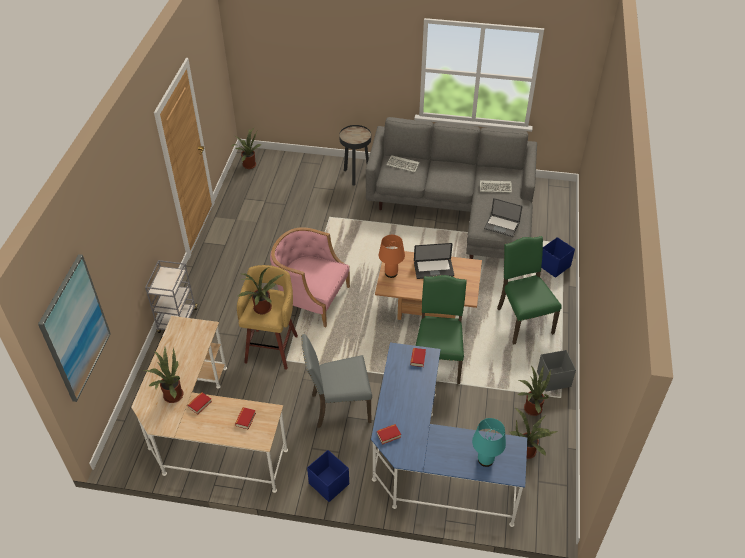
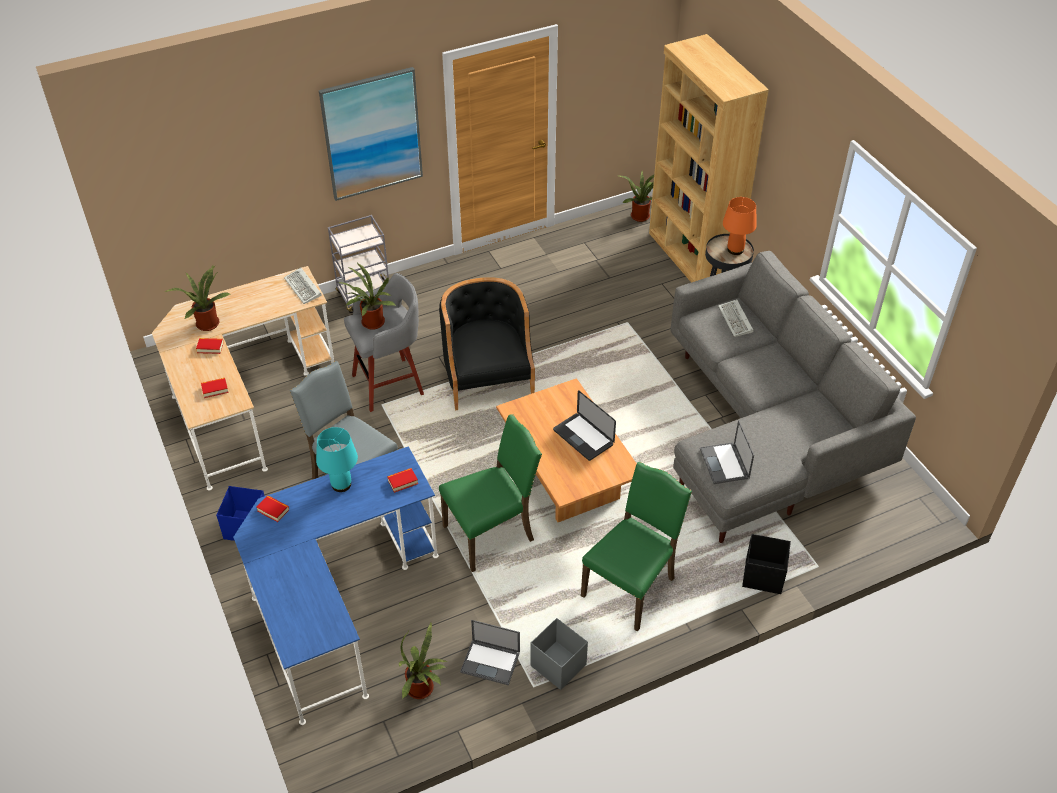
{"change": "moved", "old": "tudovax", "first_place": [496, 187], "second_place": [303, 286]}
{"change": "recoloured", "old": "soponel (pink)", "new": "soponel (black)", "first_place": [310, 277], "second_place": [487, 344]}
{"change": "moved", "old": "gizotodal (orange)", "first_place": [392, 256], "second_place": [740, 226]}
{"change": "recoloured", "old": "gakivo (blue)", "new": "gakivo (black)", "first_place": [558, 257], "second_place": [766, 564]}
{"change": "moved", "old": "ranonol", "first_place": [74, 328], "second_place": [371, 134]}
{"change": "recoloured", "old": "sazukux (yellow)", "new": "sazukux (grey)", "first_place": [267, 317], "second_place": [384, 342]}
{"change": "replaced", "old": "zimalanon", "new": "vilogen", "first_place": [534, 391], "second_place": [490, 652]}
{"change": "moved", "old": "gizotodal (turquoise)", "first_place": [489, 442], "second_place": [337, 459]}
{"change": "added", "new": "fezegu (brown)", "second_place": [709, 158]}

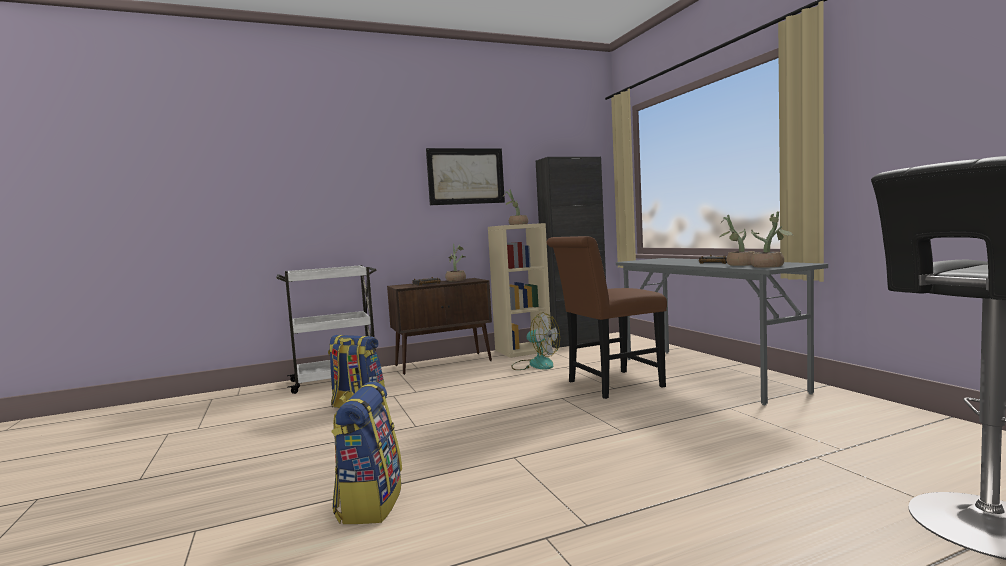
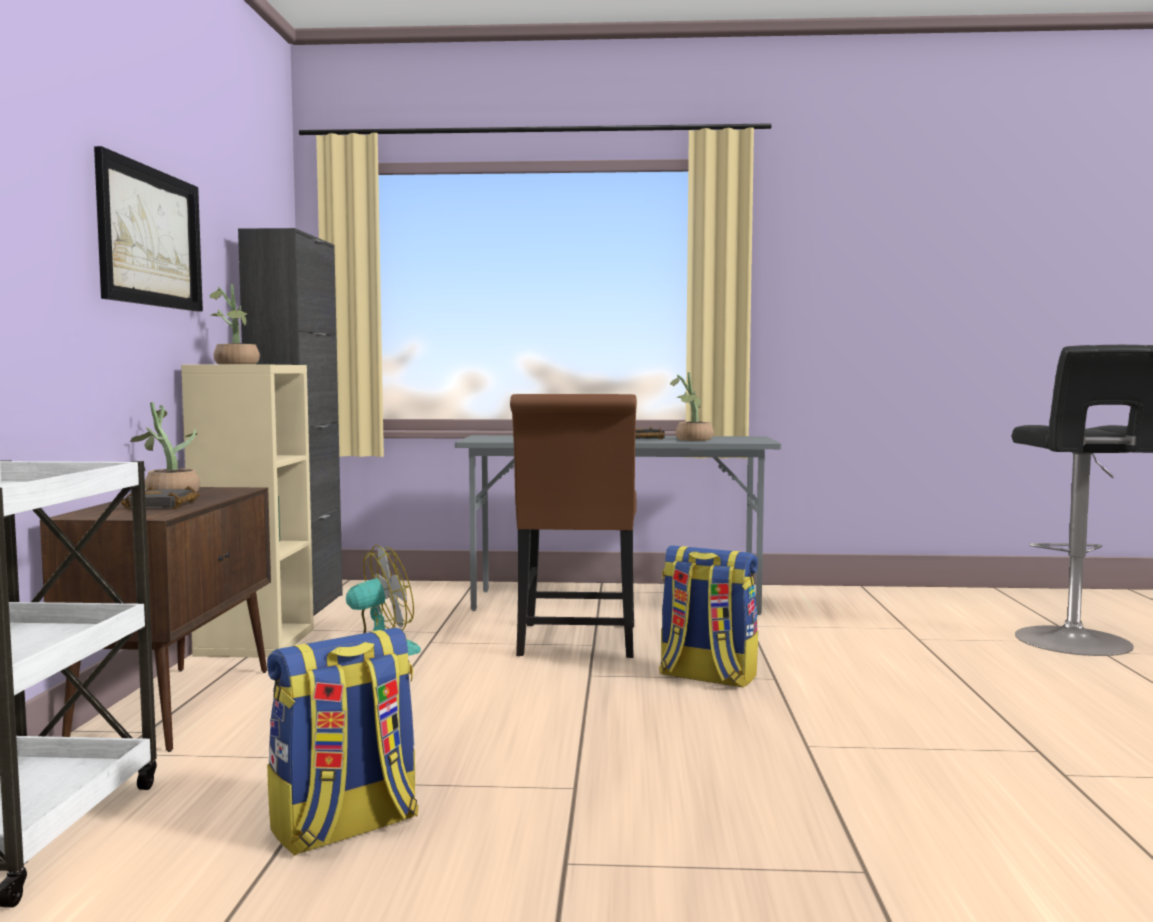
{"change": "removed", "old": "zimalanon", "first_place": [771, 239]}
{"change": "moved", "old": "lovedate", "first_place": [366, 453], "second_place": [708, 617]}

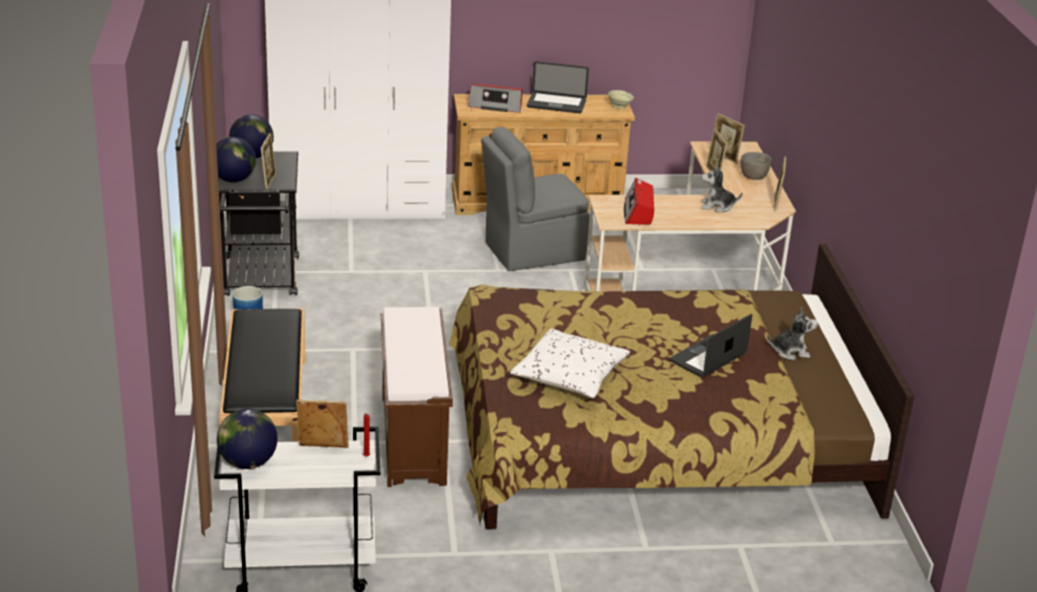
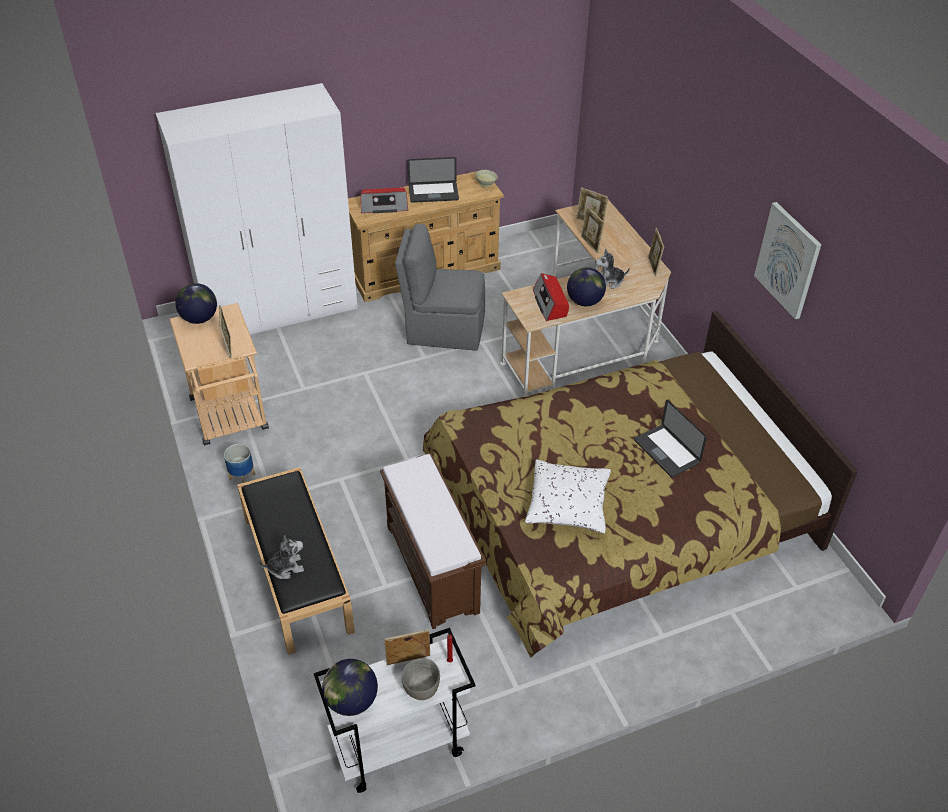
{"change": "turned", "old": "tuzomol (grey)", "first_place": [535, 198], "second_place": [440, 287], "degrees": 45}
{"change": "moved", "old": "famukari", "first_place": [236, 159], "second_place": [586, 286]}
{"change": "recoloured", "old": "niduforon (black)", "new": "niduforon (beige)", "first_place": [258, 224], "second_place": [219, 374]}
{"change": "moved", "old": "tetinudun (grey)", "first_place": [756, 166], "second_place": [420, 679]}
{"change": "moved", "old": "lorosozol", "first_place": [792, 333], "second_place": [281, 557]}
{"change": "turned", "old": "vilogen", "first_place": [711, 346], "second_place": [670, 438], "degrees": -60}
{"change": "added", "new": "ranonol", "second_place": [788, 260]}

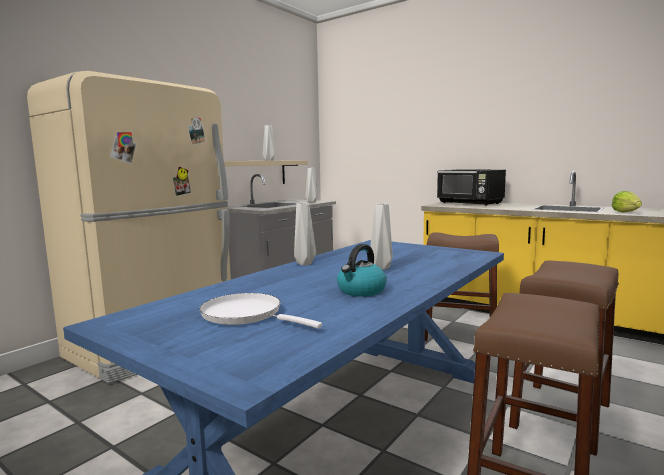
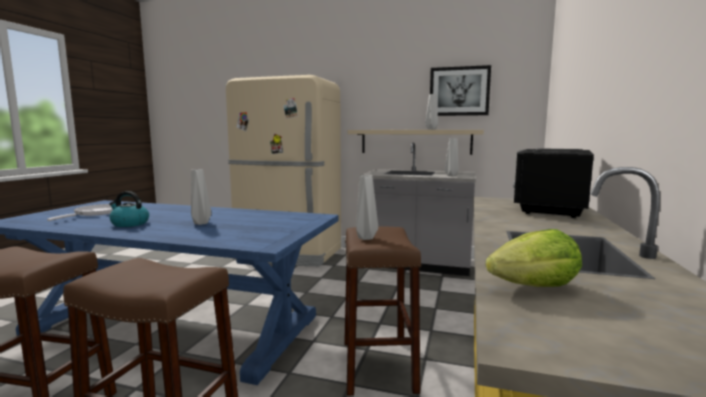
{"change": "moved", "old": "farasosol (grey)", "first_place": [305, 234], "second_place": [367, 207]}
{"change": "added", "new": "ranonol", "second_place": [460, 90]}

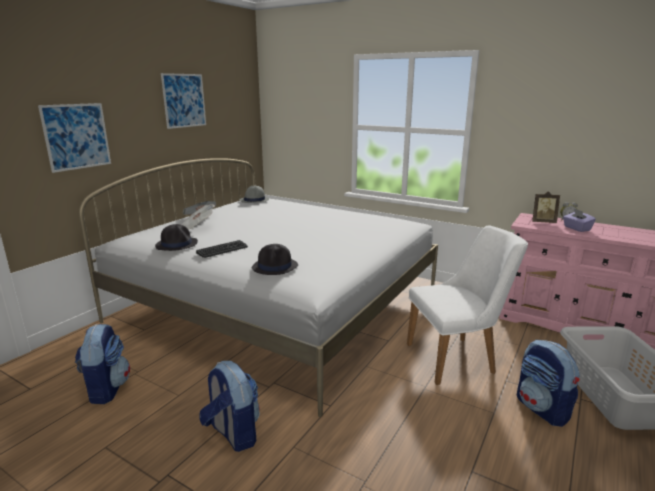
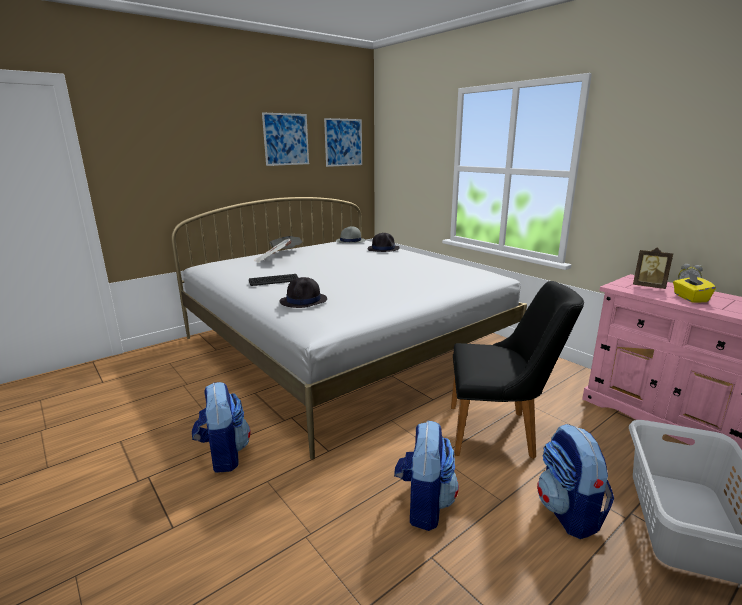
{"change": "moved", "old": "ranonol", "first_place": [74, 138], "second_place": [343, 142]}
{"change": "recoloured", "old": "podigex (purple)", "new": "podigex (yellow)", "first_place": [579, 220], "second_place": [694, 286]}
{"change": "moved", "old": "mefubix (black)", "first_place": [176, 237], "second_place": [384, 242]}
{"change": "recoloured", "old": "tuzomol (white)", "new": "tuzomol (black)", "first_place": [467, 305], "second_place": [517, 370]}
{"change": "moved", "old": "lovedate", "first_place": [102, 364], "second_place": [426, 476]}

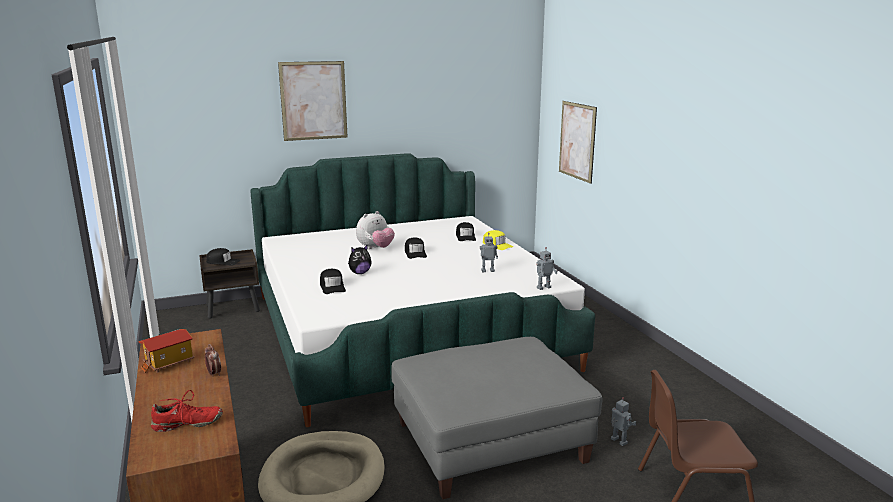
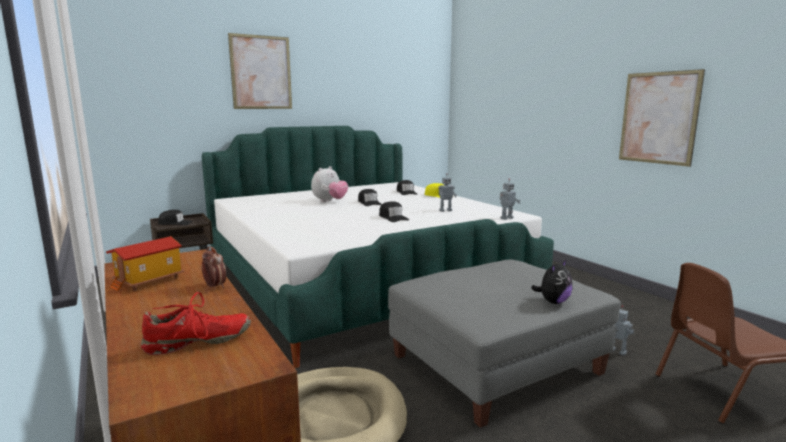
{"change": "moved", "old": "ranonol", "first_place": [578, 142], "second_place": [662, 118]}
{"change": "moved", "old": "lorosozol", "first_place": [360, 259], "second_place": [551, 282]}
{"change": "moved", "old": "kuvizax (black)", "first_place": [333, 281], "second_place": [394, 211]}

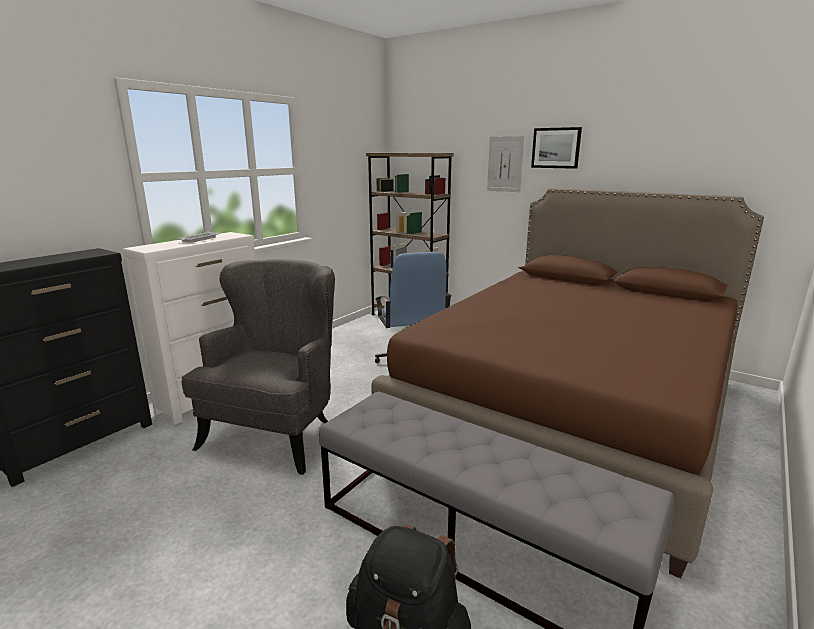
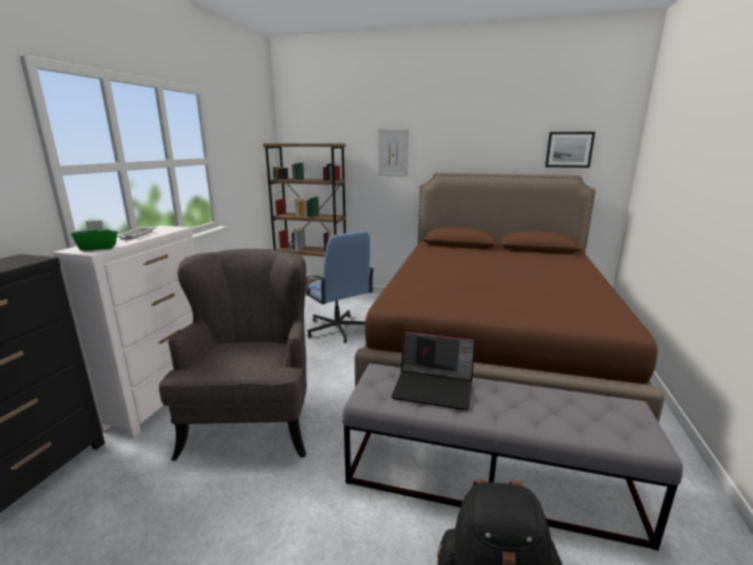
{"change": "moved", "old": "ranonol", "first_place": [556, 148], "second_place": [570, 150]}
{"change": "added", "new": "podigex (green)", "second_place": [94, 235]}
{"change": "added", "new": "vilogen", "second_place": [433, 370]}

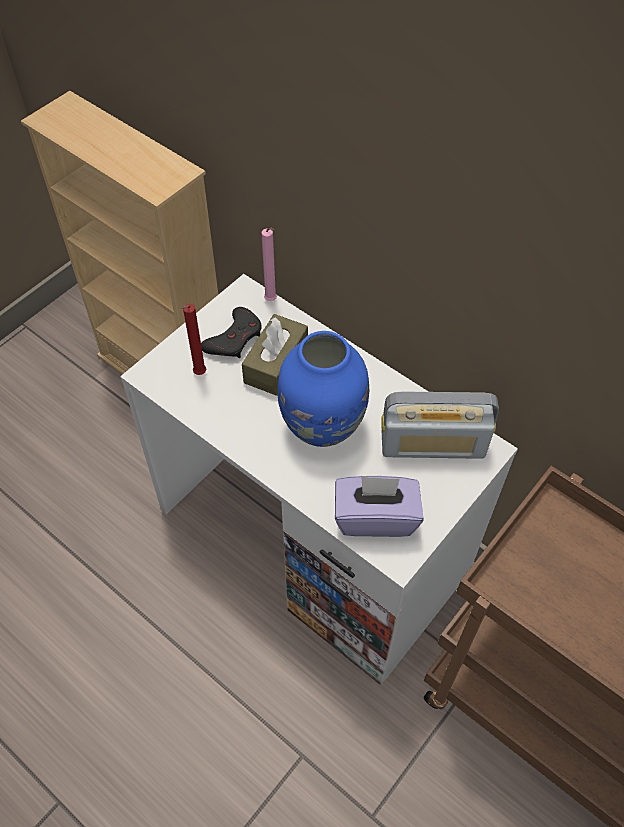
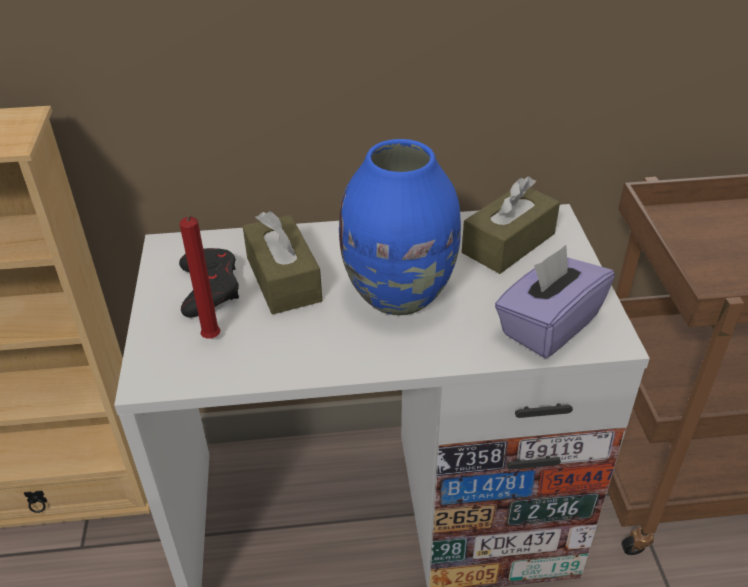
{"change": "removed", "old": "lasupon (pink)", "first_place": [269, 264]}
{"change": "replaced", "old": "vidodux", "new": "podigex (brown)", "first_place": [440, 425], "second_place": [511, 225]}

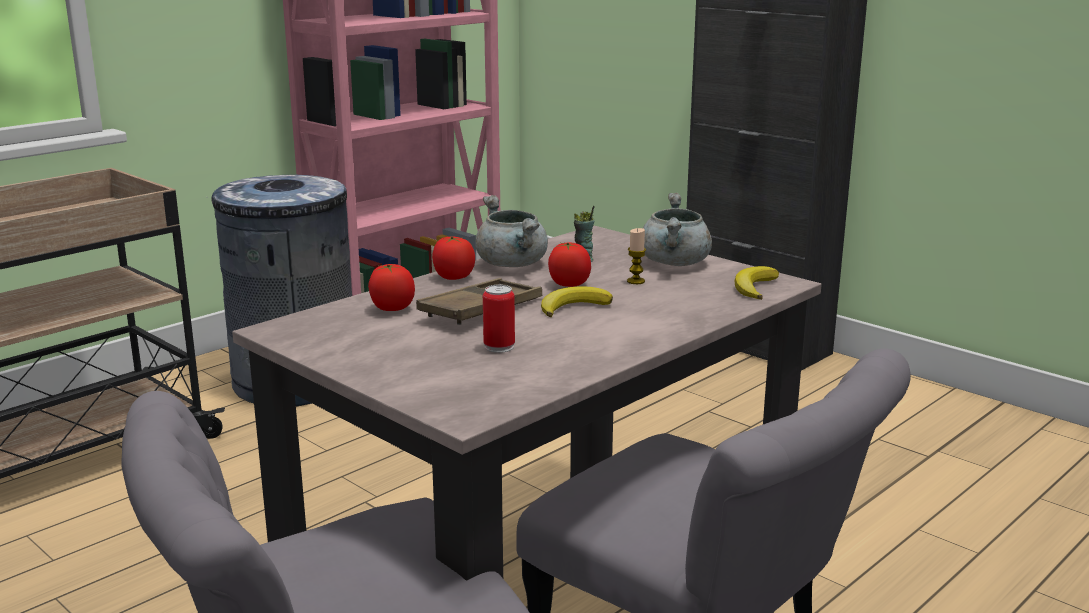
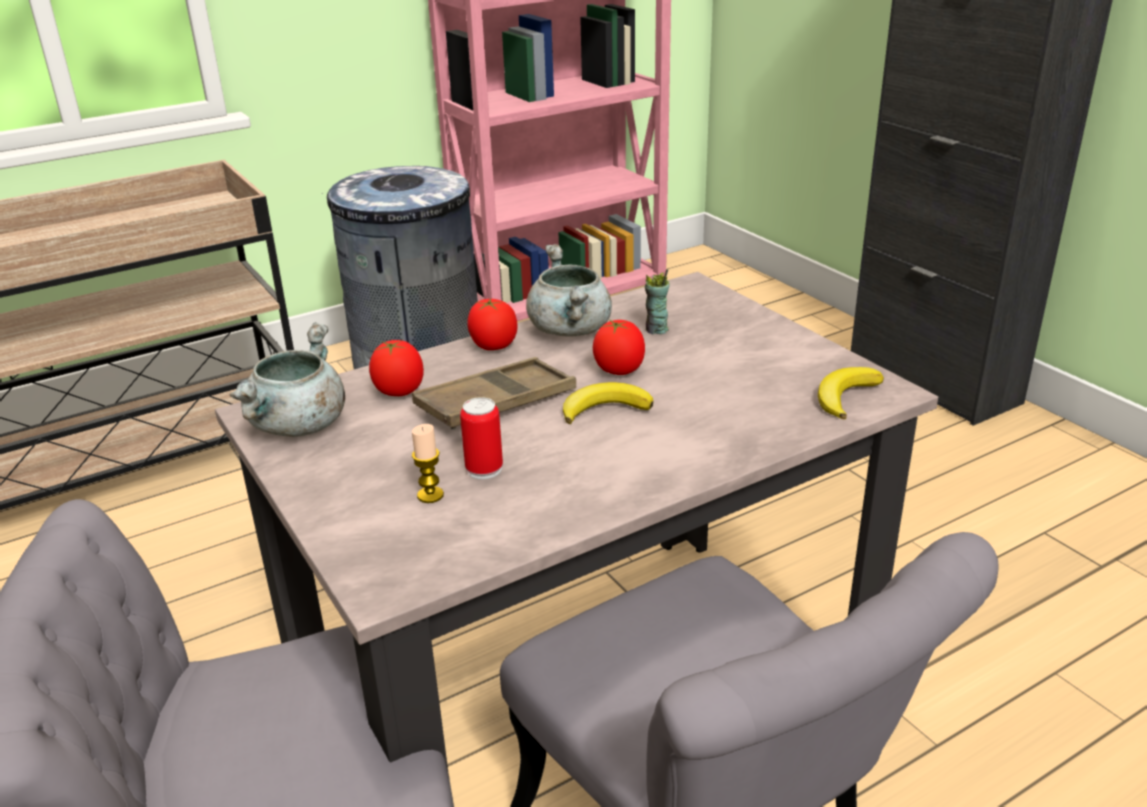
{"change": "moved", "old": "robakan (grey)", "first_place": [677, 229], "second_place": [287, 379]}
{"change": "moved", "old": "lasupon", "first_place": [636, 256], "second_place": [428, 463]}

